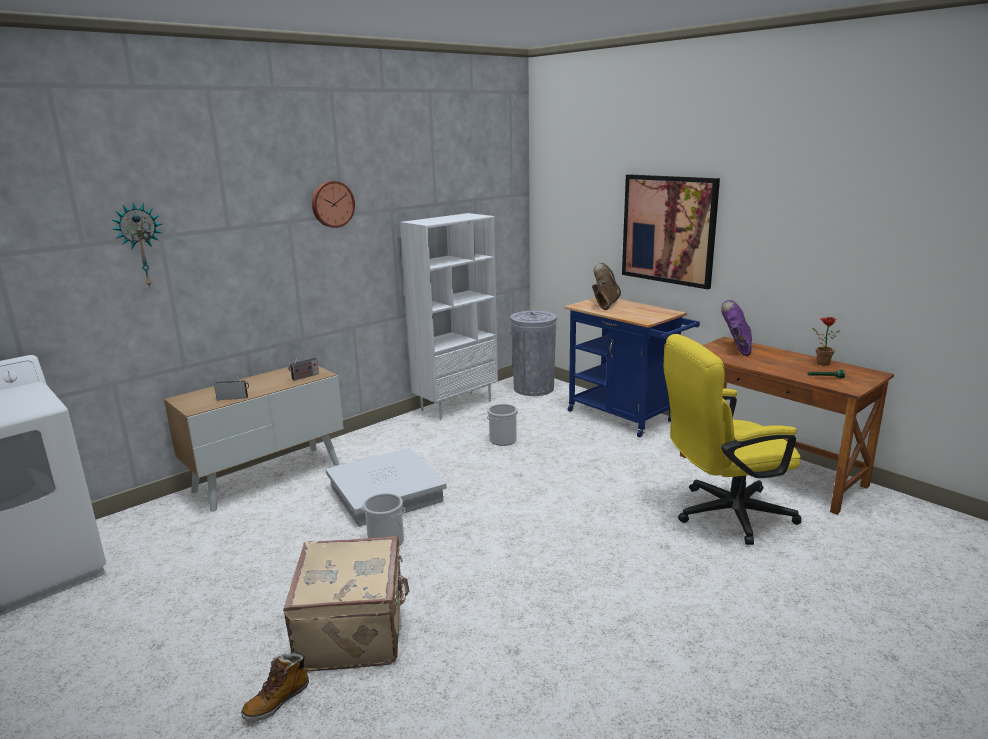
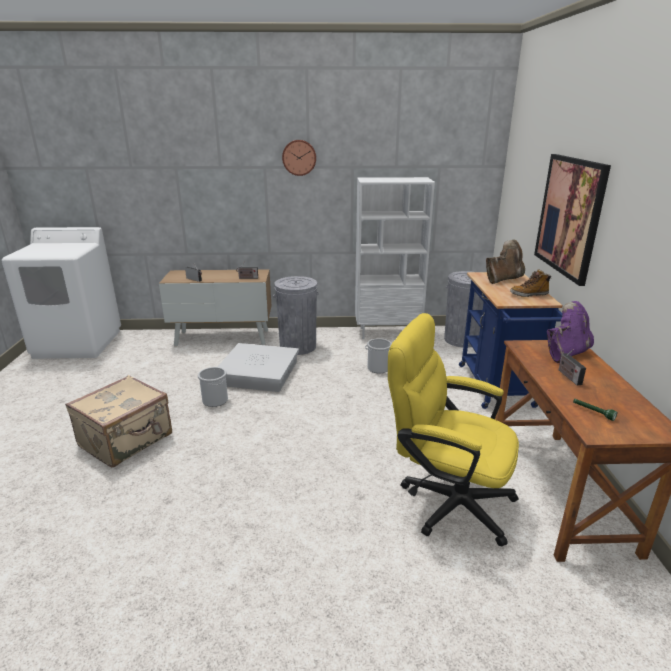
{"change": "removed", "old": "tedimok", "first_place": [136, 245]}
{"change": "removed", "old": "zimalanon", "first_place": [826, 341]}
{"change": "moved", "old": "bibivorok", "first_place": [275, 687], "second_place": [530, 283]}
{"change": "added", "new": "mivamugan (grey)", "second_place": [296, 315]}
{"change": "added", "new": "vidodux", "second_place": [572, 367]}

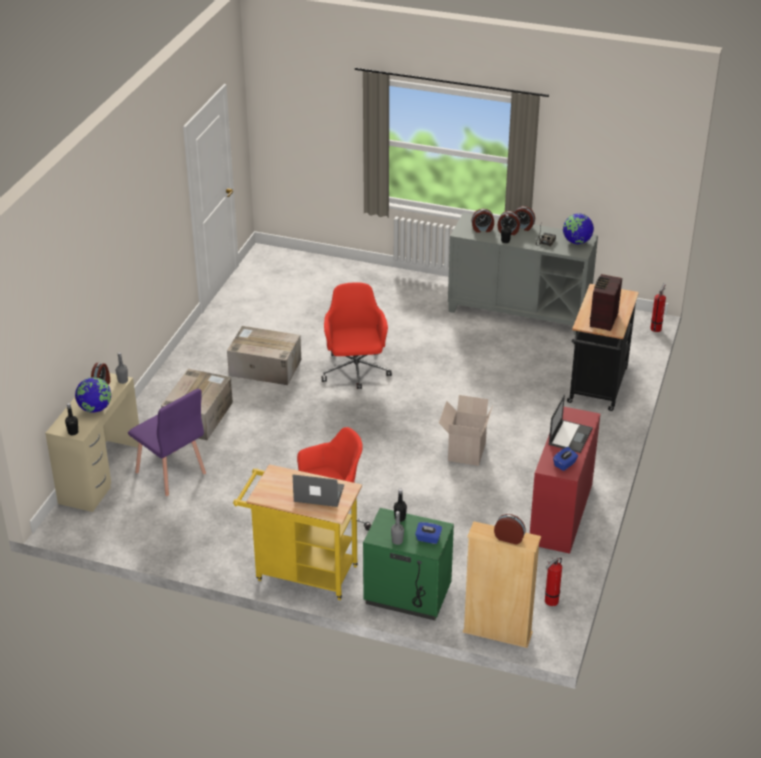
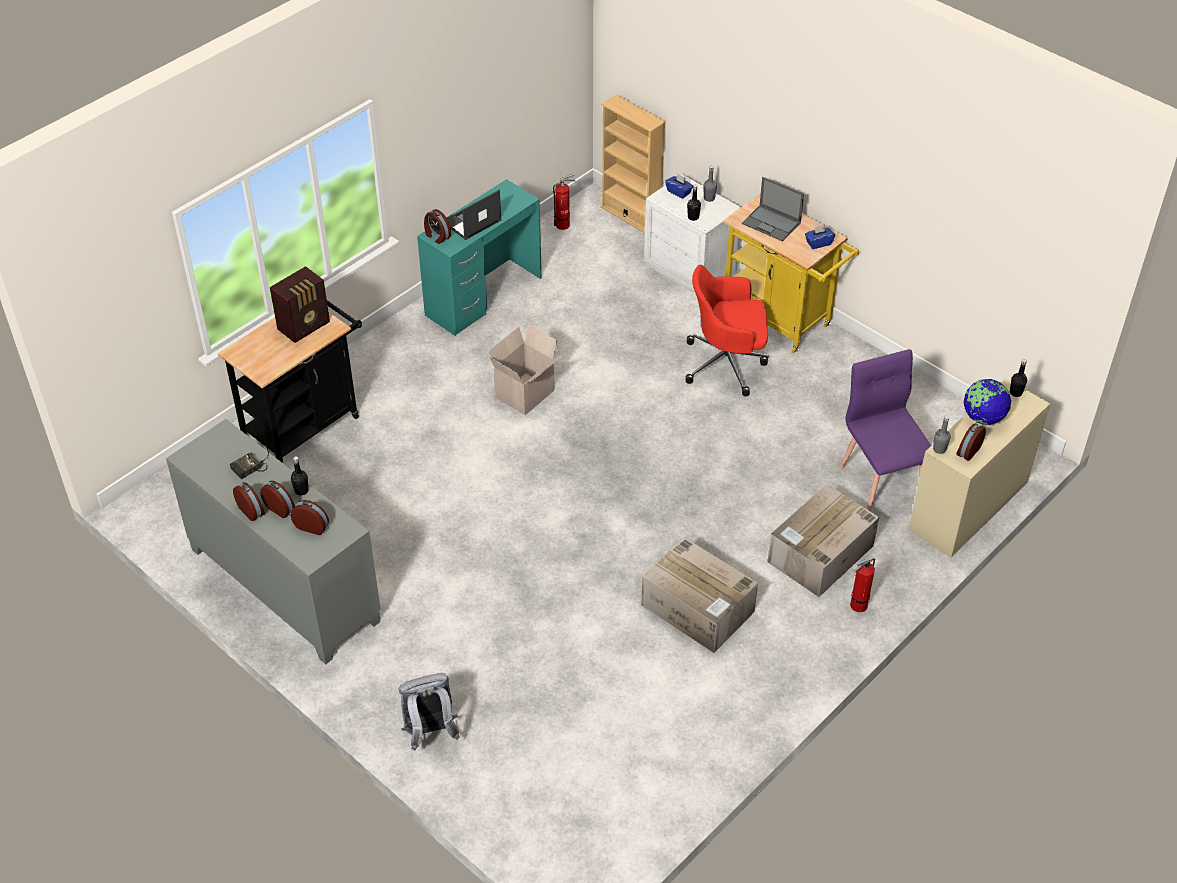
{"change": "removed", "old": "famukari", "first_place": [578, 229]}
{"change": "removed", "old": "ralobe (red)", "first_place": [357, 335]}
{"change": "moved", "old": "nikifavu", "first_place": [658, 307], "second_place": [862, 585]}
{"change": "recoloured", "old": "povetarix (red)", "new": "povetarix (turquoise)", "first_place": [565, 480], "second_place": [479, 257]}
{"change": "moved", "old": "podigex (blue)", "first_place": [565, 459], "second_place": [820, 237]}
{"change": "recoloured", "old": "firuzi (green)", "new": "firuzi (white)", "first_place": [408, 564], "second_place": [692, 234]}
{"change": "moved", "old": "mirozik", "first_place": [510, 529], "second_place": [437, 226]}
{"change": "added", "new": "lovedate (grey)", "second_place": [429, 712]}

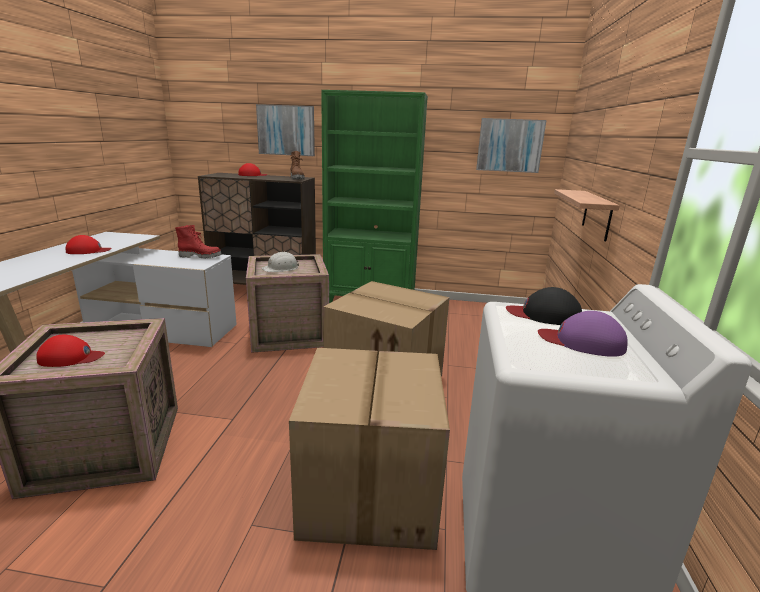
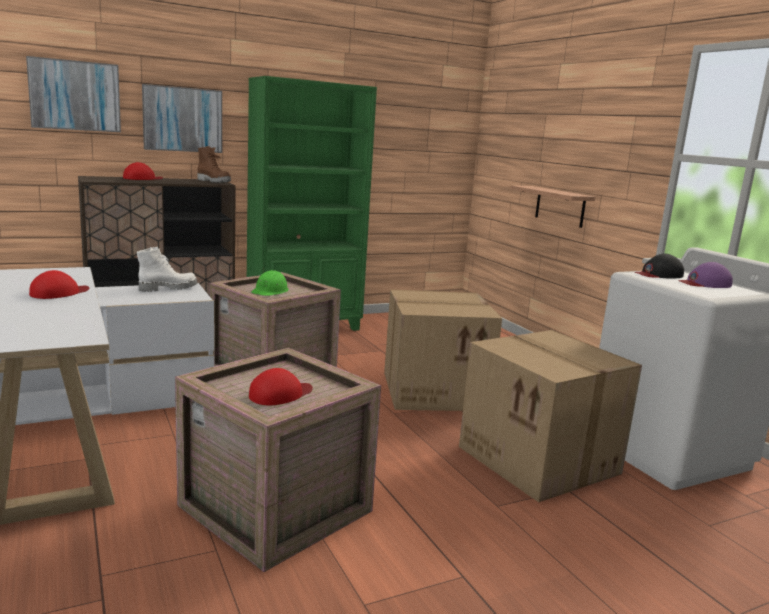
{"change": "moved", "old": "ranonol", "first_place": [511, 145], "second_place": [73, 94]}
{"change": "recoloured", "old": "bibivorok (red)", "new": "bibivorok (white)", "first_place": [198, 242], "second_place": [167, 269]}
{"change": "recoloured", "old": "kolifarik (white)", "new": "kolifarik (green)", "first_place": [280, 262], "second_place": [270, 283]}

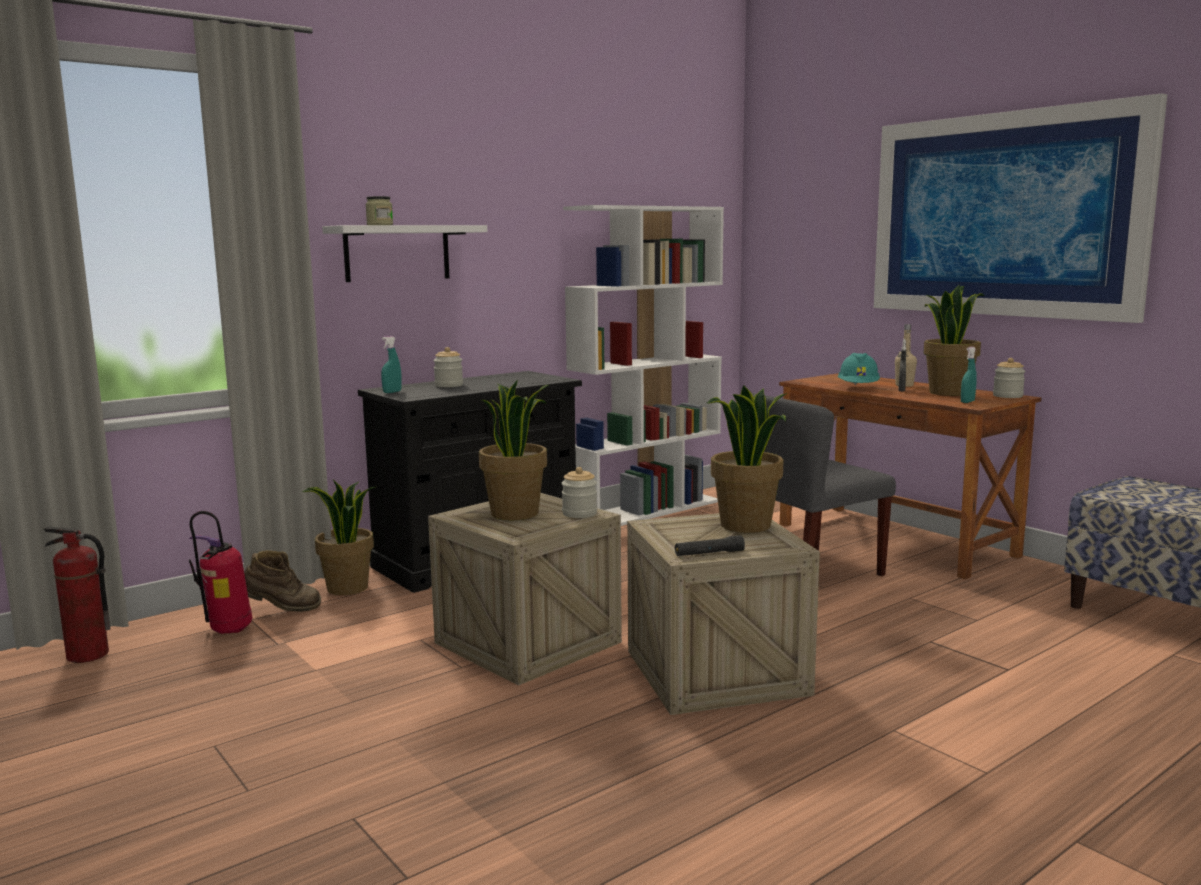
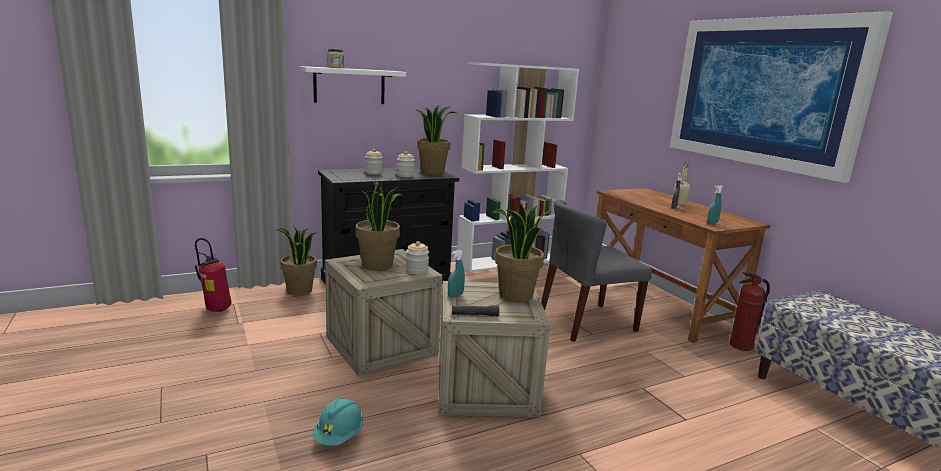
{"change": "moved", "old": "zimalanon", "first_place": [954, 340], "second_place": [435, 140]}
{"change": "moved", "old": "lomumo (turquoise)", "first_place": [391, 364], "second_place": [456, 274]}
{"change": "moved", "old": "kolifarik (turquoise)", "first_place": [859, 369], "second_place": [338, 421]}
{"change": "moved", "old": "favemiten", "first_place": [1009, 378], "second_place": [406, 164]}
{"change": "moved", "old": "nikifavu", "first_place": [77, 595], "second_place": [750, 311]}
{"change": "removed", "old": "bibivorok (brown)", "first_place": [282, 581]}

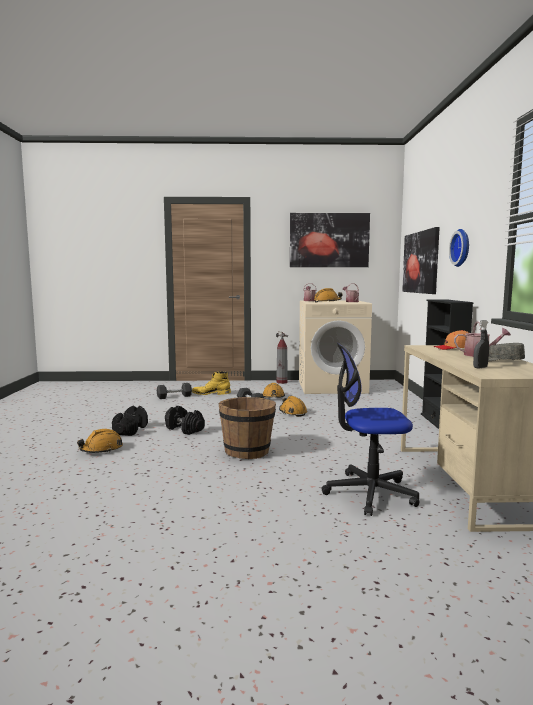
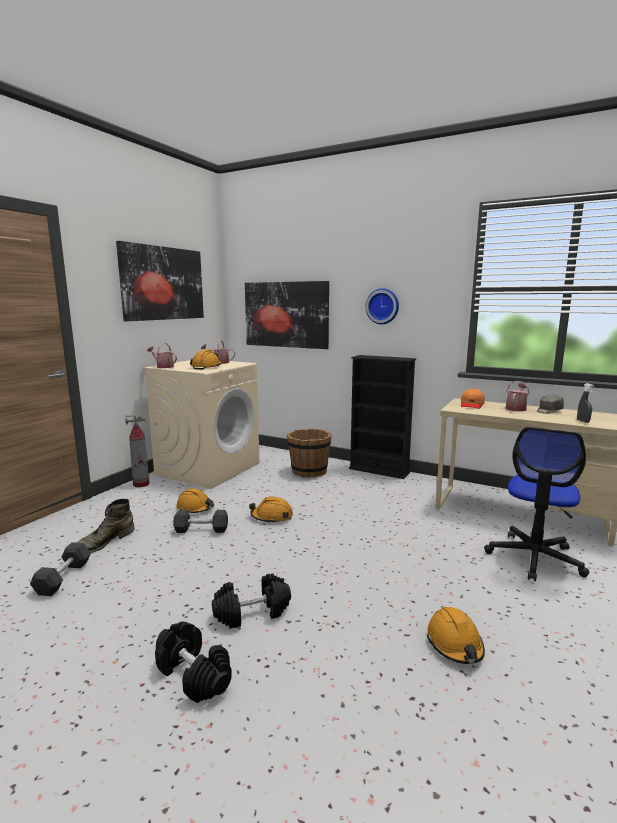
{"change": "recoloured", "old": "bibivorok (yellow)", "new": "bibivorok (green)", "first_place": [211, 383], "second_place": [105, 526]}
{"change": "moved", "old": "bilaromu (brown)", "first_place": [247, 428], "second_place": [309, 453]}
{"change": "moved", "old": "kolifarik (orange)", "first_place": [100, 441], "second_place": [456, 635]}

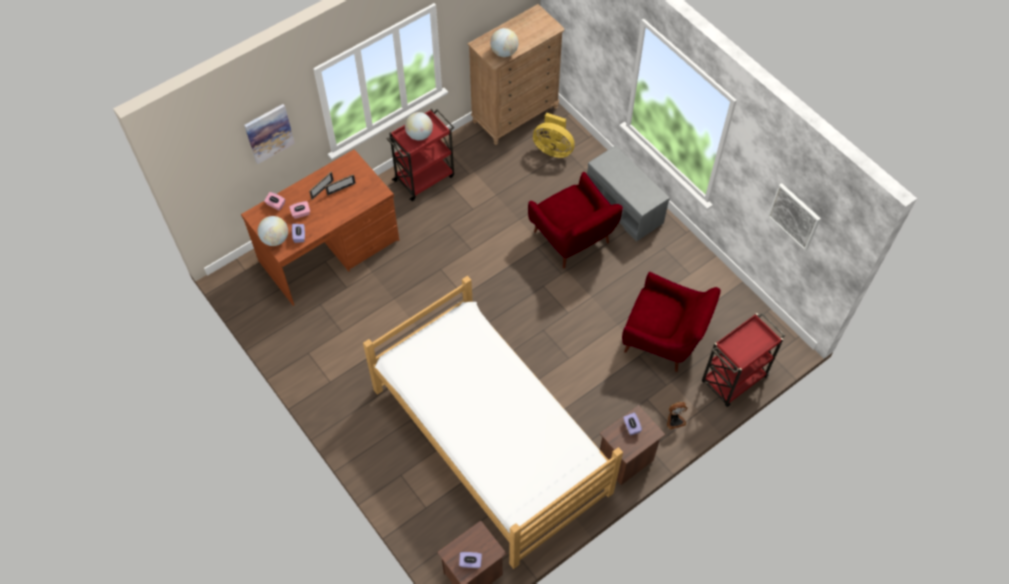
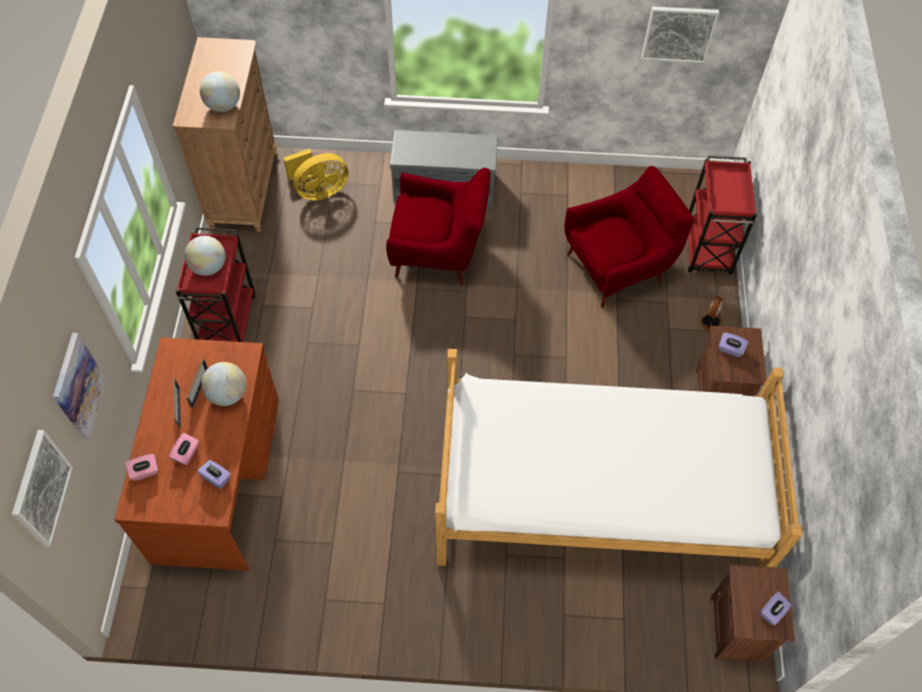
{"change": "moved", "old": "famukari", "first_place": [273, 231], "second_place": [223, 384]}
{"change": "added", "new": "ranonol", "second_place": [42, 488]}

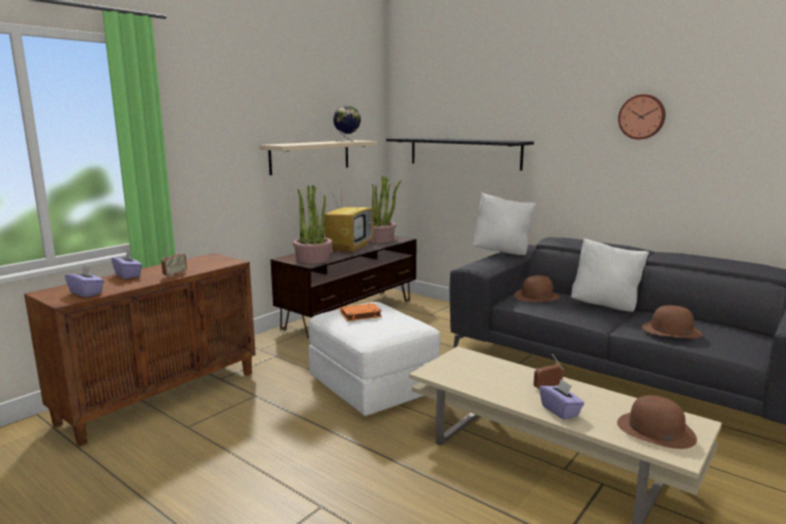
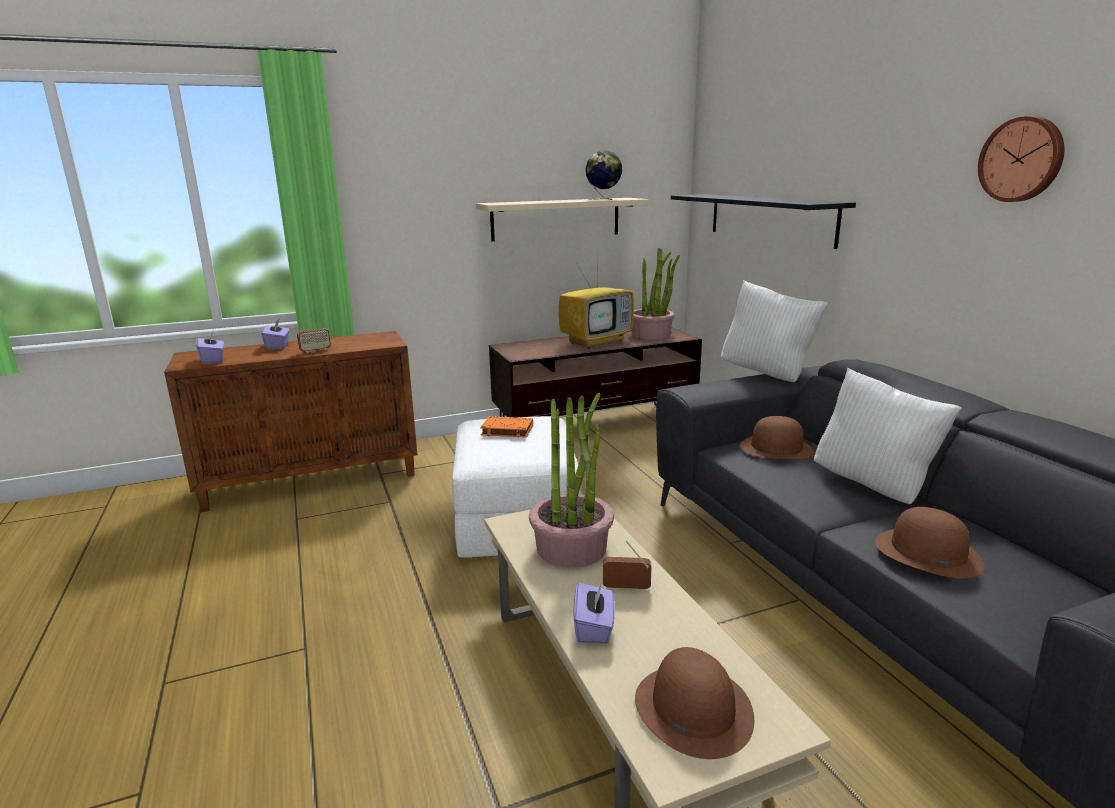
{"change": "moved", "old": "zimalanon", "first_place": [312, 224], "second_place": [571, 480]}

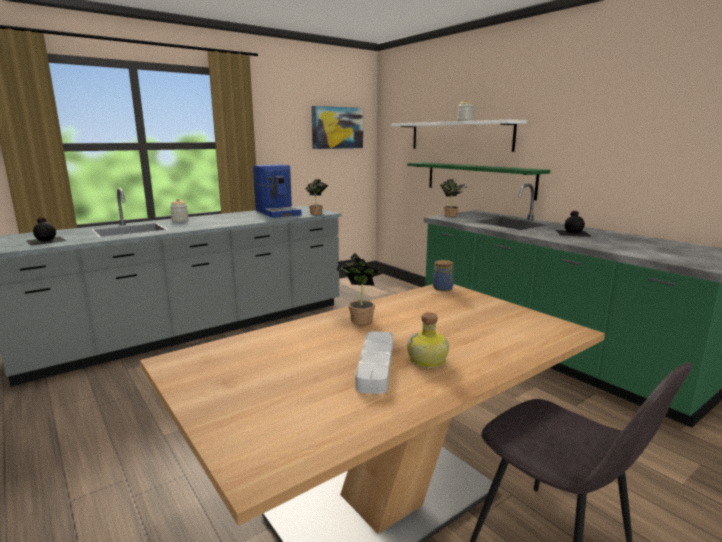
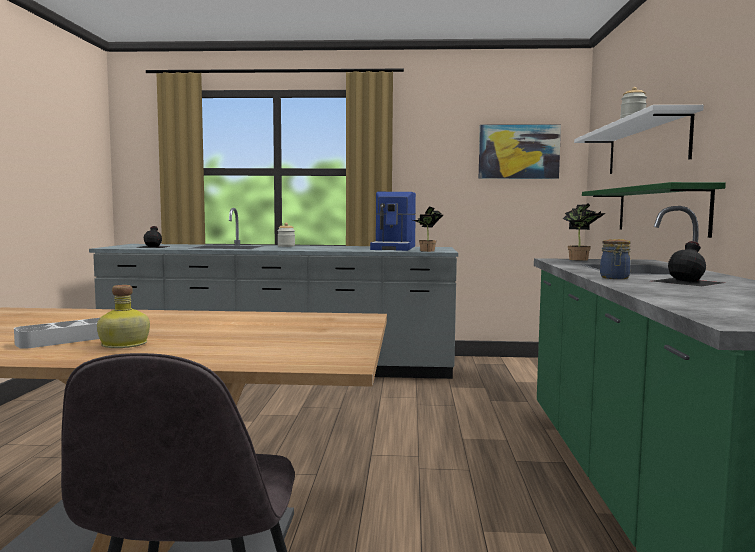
{"change": "removed", "old": "zimalanon", "first_place": [359, 288]}
{"change": "moved", "old": "favemiten", "first_place": [443, 275], "second_place": [615, 259]}

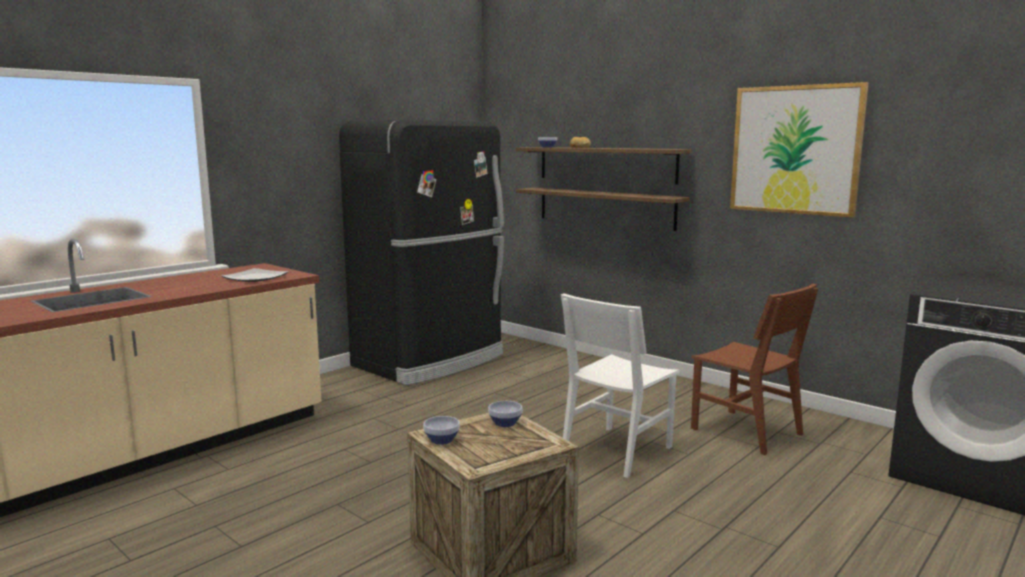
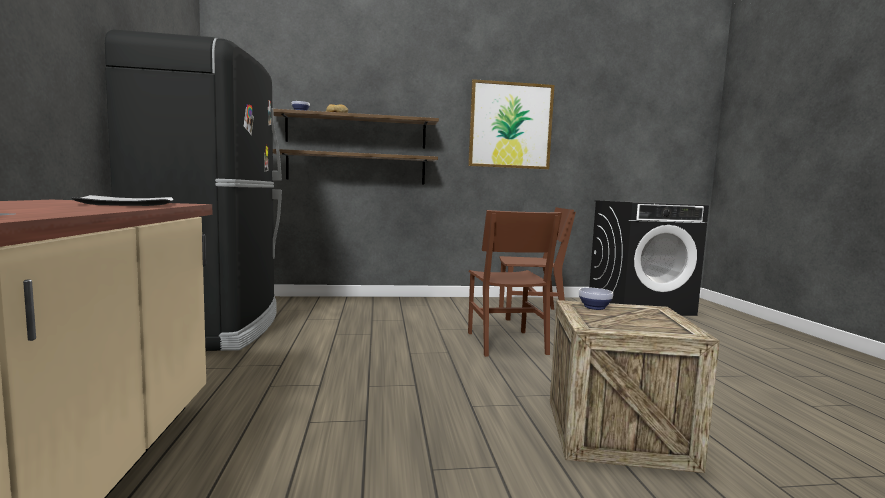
{"change": "recoloured", "old": "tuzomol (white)", "new": "tuzomol (brown)", "first_place": [620, 385], "second_place": [515, 283]}
{"change": "removed", "old": "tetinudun", "first_place": [441, 430]}

